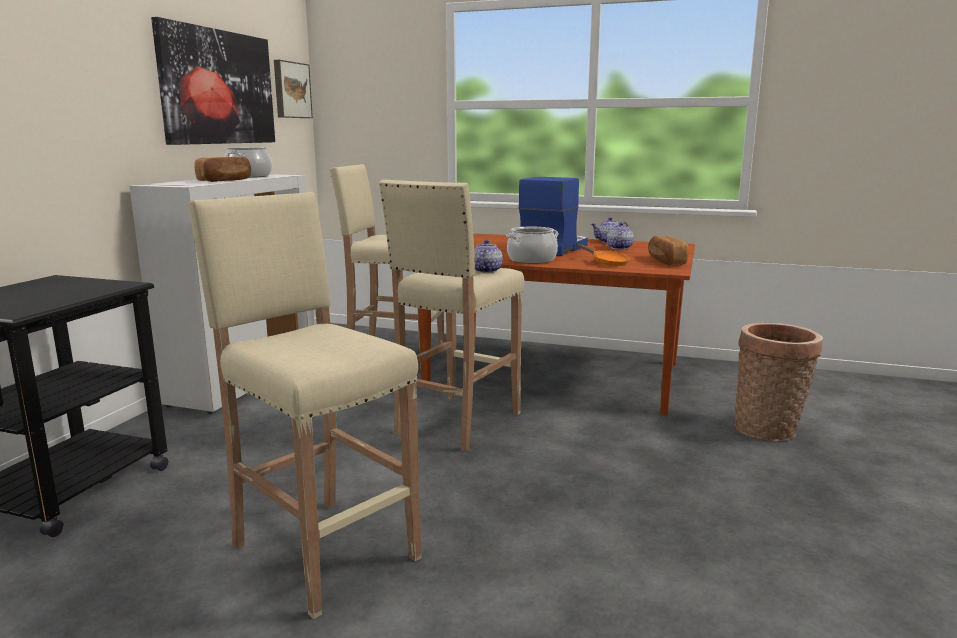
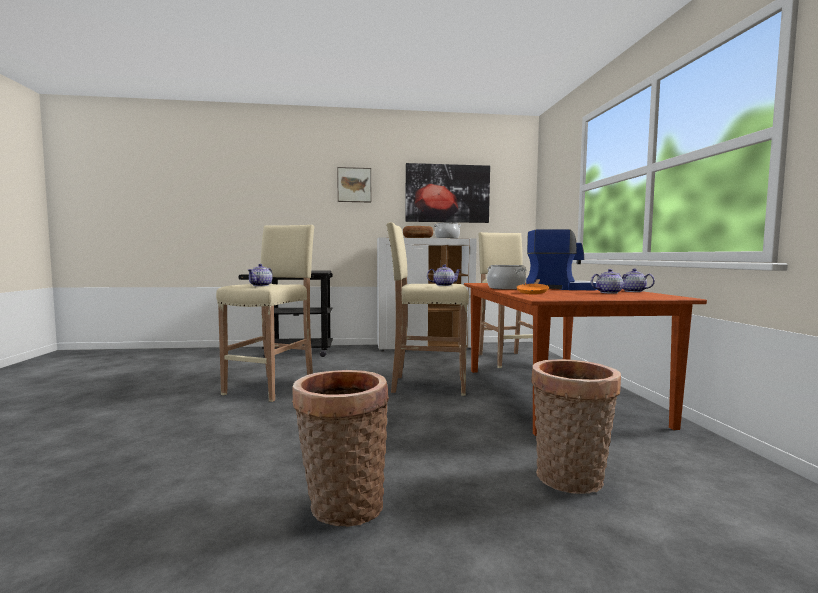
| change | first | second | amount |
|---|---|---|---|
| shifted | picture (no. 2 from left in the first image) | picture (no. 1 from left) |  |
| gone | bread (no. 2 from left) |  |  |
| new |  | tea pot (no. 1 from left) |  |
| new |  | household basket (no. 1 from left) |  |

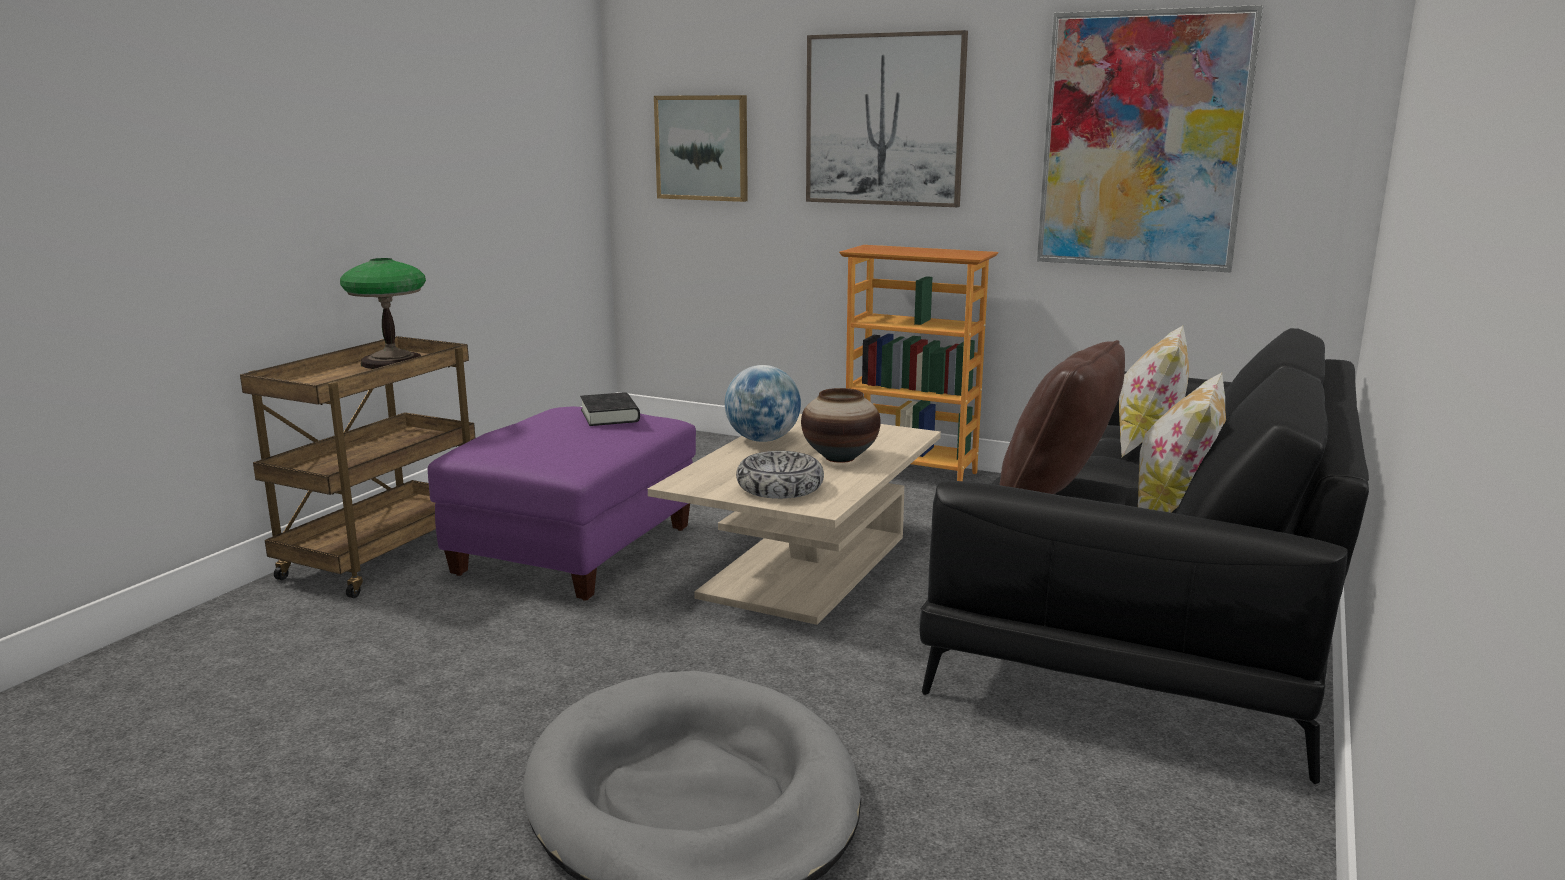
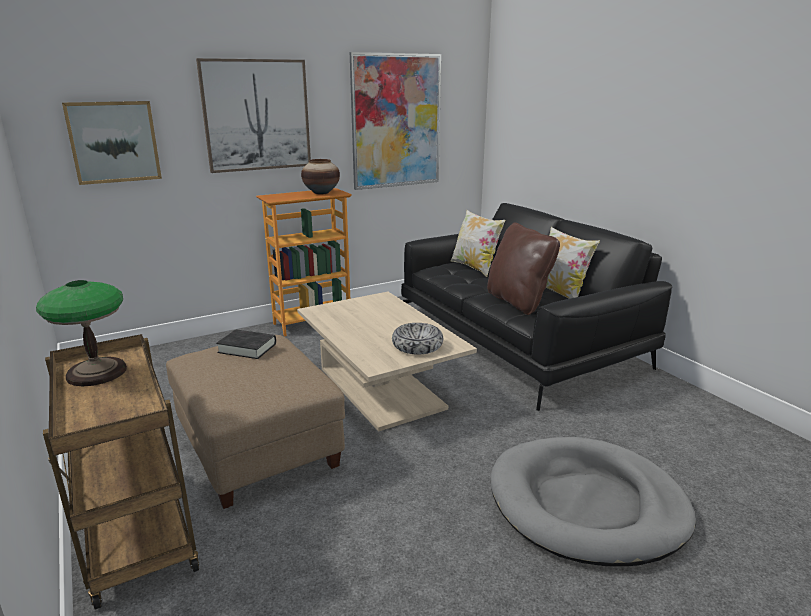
| change | first | second | amount |
|---|---|---|---|
| gone | globe |  |  |
| shifted | decorative vase |  |  |
| repainted | purplish ottoman | beige ottoman |  |

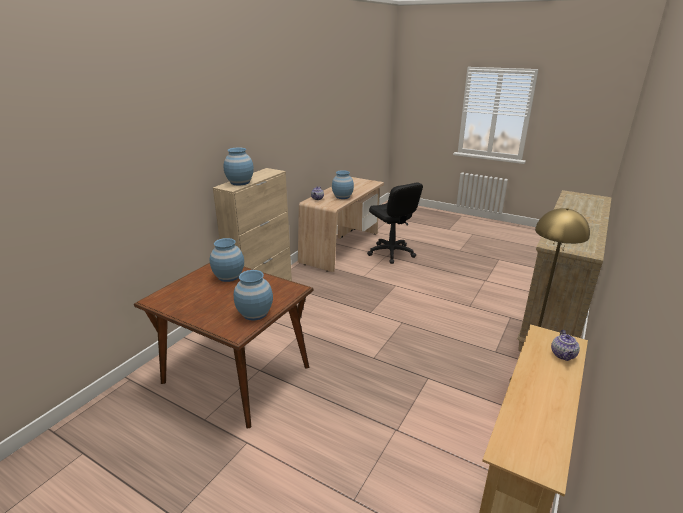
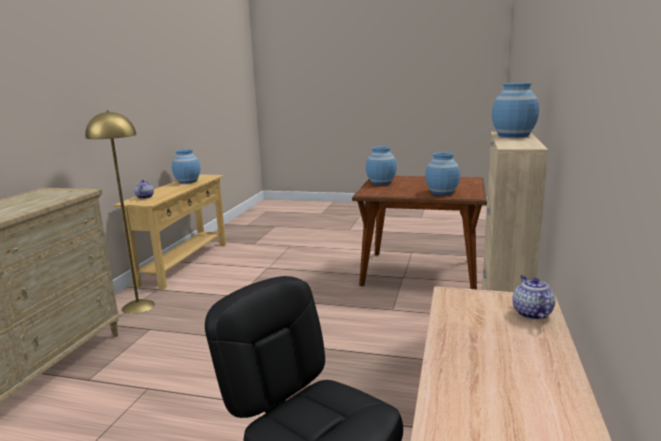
| change | first | second | amount |
|---|---|---|---|
| shifted | bluish decorative vase (no. 4 from left in the first image) | bluish decorative vase (no. 1 from left) |  |

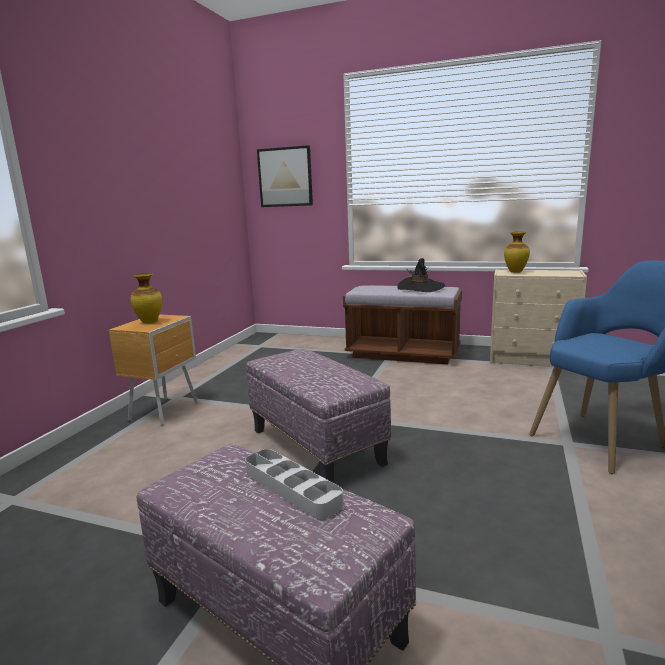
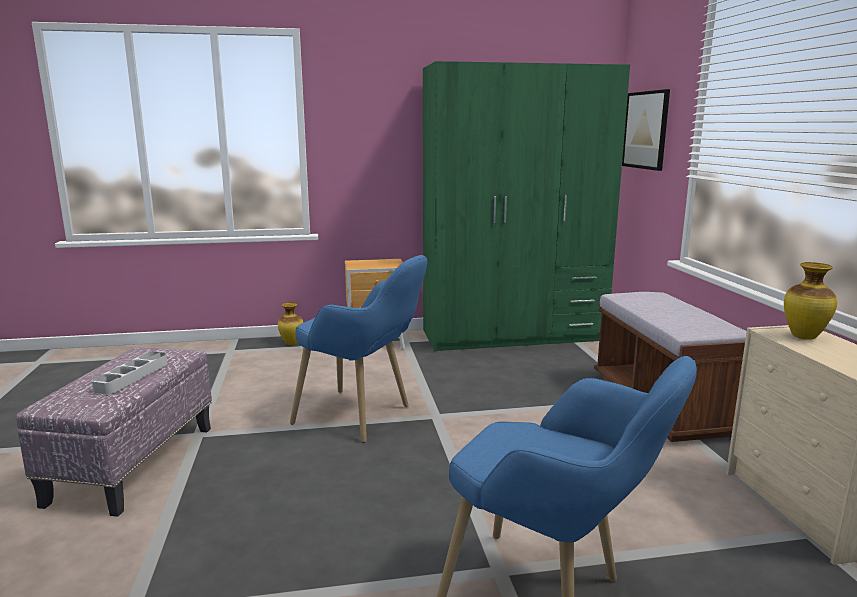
| change | first | second | amount |
|---|---|---|---|
| gone | blackish clothing hat |  |  |
| shifted | decorative vase (no. 1 from left) |  |  |
| swapped | ottoman (no. 2 from left) | bluish lounge chair (no. 1 from left) |  |
| new |  | green clothes cupboard |  |

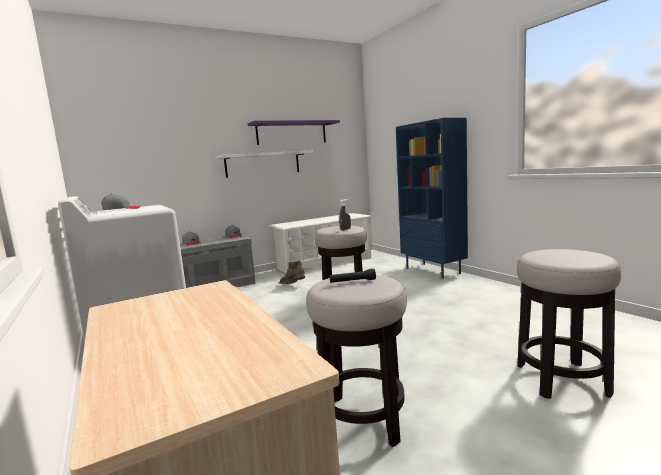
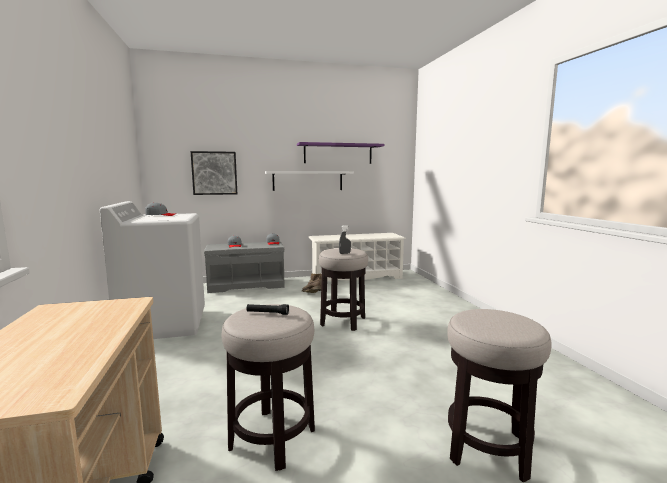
| change | first | second | amount |
|---|---|---|---|
| gone | bluish bookshelf |  |  |
| new |  | picture |  |

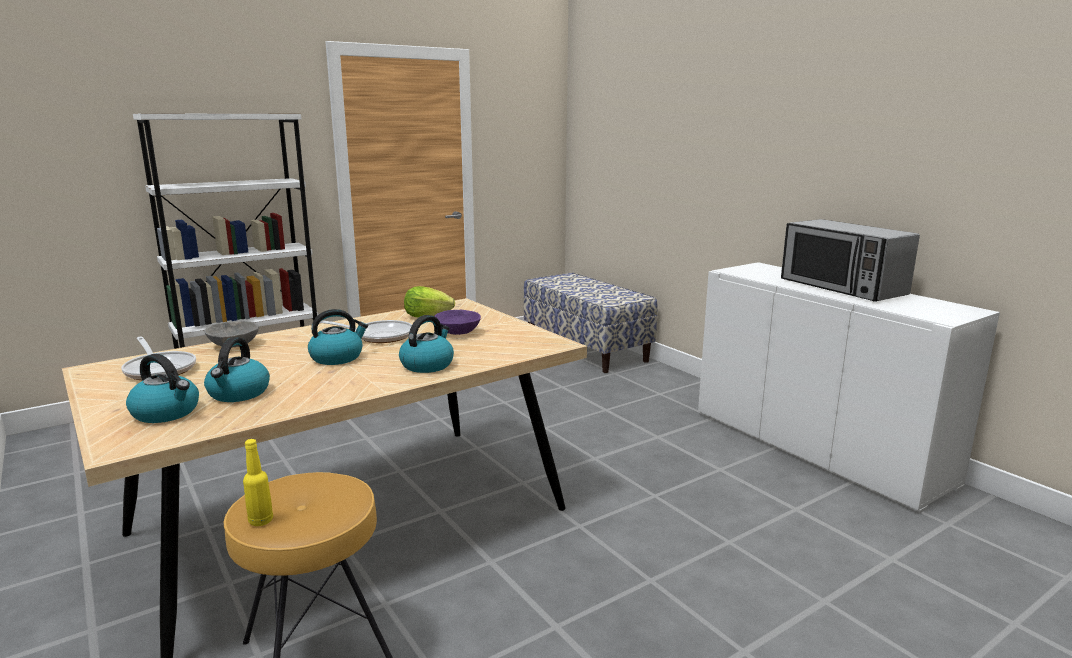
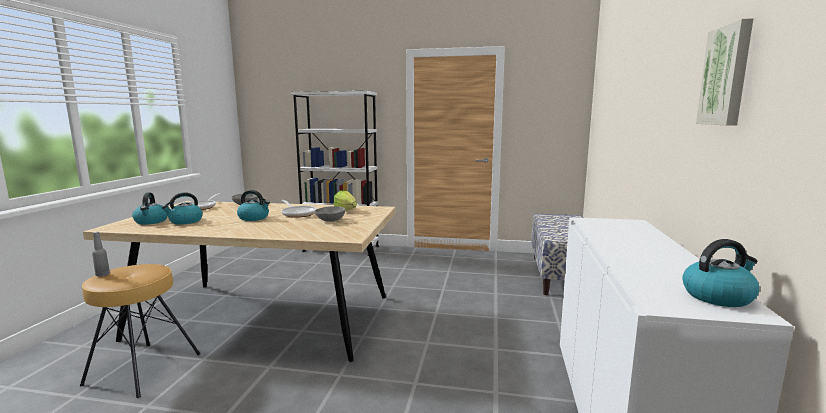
| change | first | second | amount |
|---|---|---|---|
| gone | microwave oven |  |  |
| repainted | purplish deep dish | greyish deep dish (no. 2 from left) |  |
| shifted | kettle (no. 4 from left) |  |  |
| repainted | yellowish bottle | greyish bottle |  |
| new |  | picture |  |

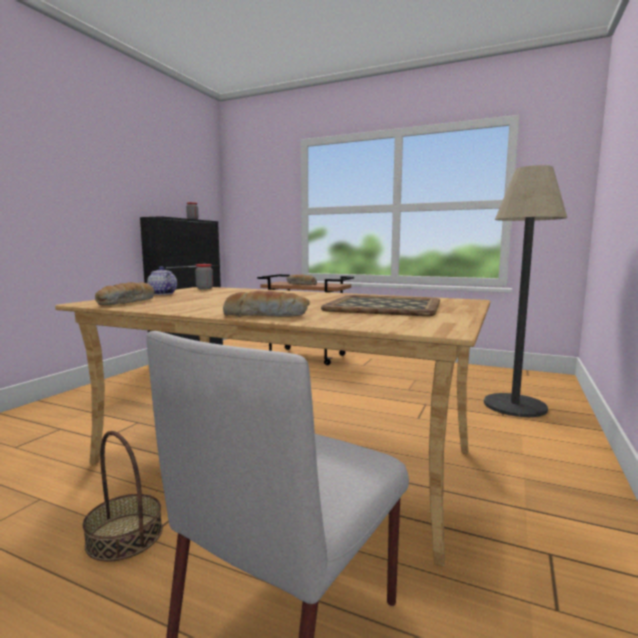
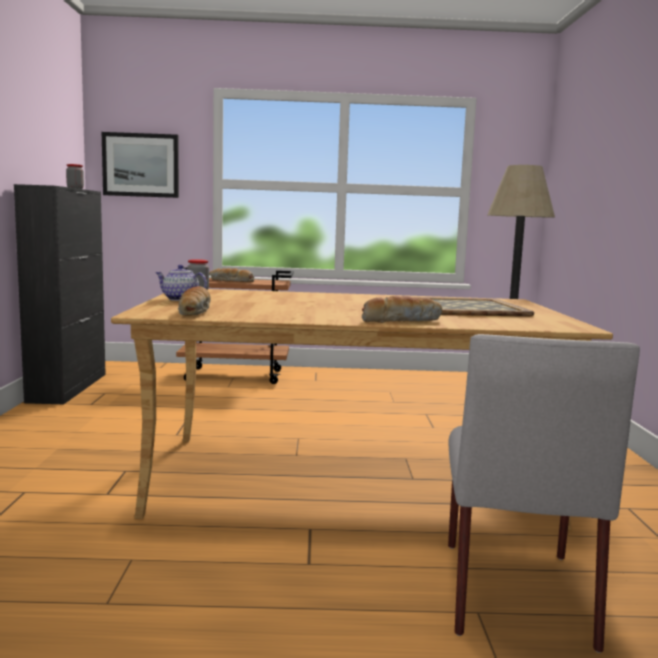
| change | first | second | amount |
|---|---|---|---|
| gone | household basket |  |  |
| new |  | picture |  |

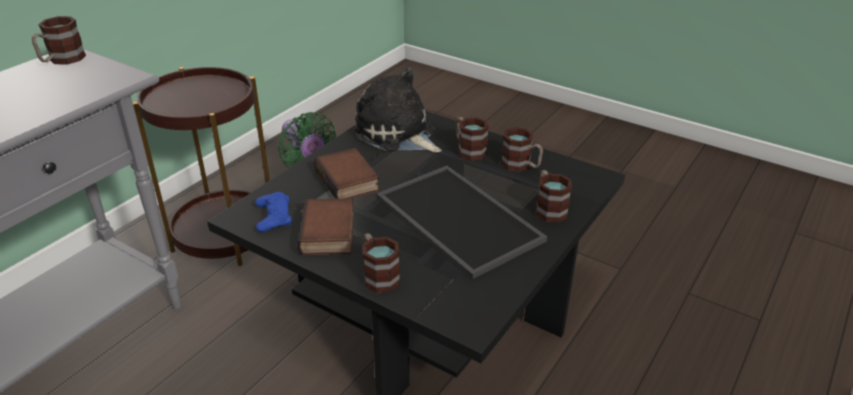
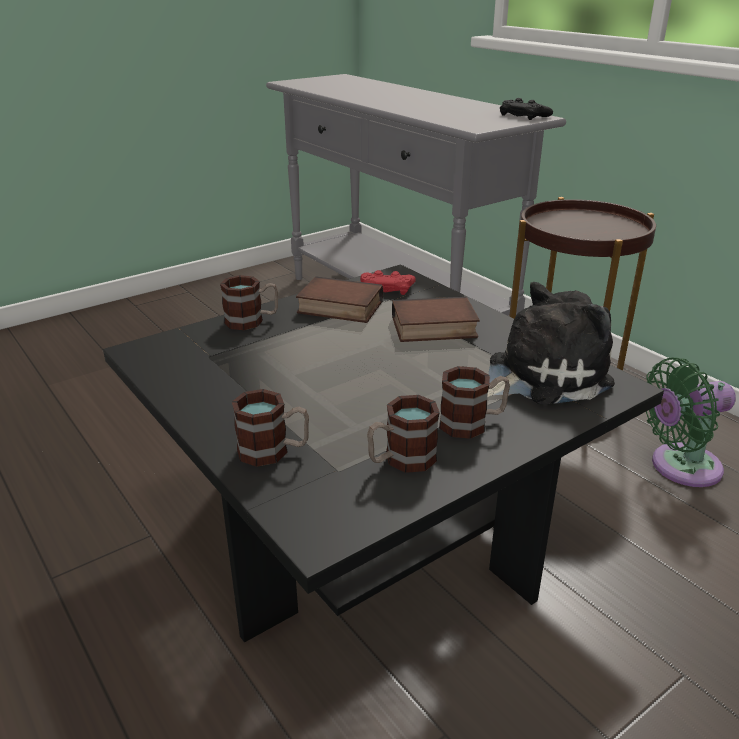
| change | first | second | amount |
|---|---|---|---|
| swapped | mug (no. 1 from left) | blackish joypad |  |
| gone | carrying tray |  |  |
| repainted | bluish joypad | red-coloured joypad |  |

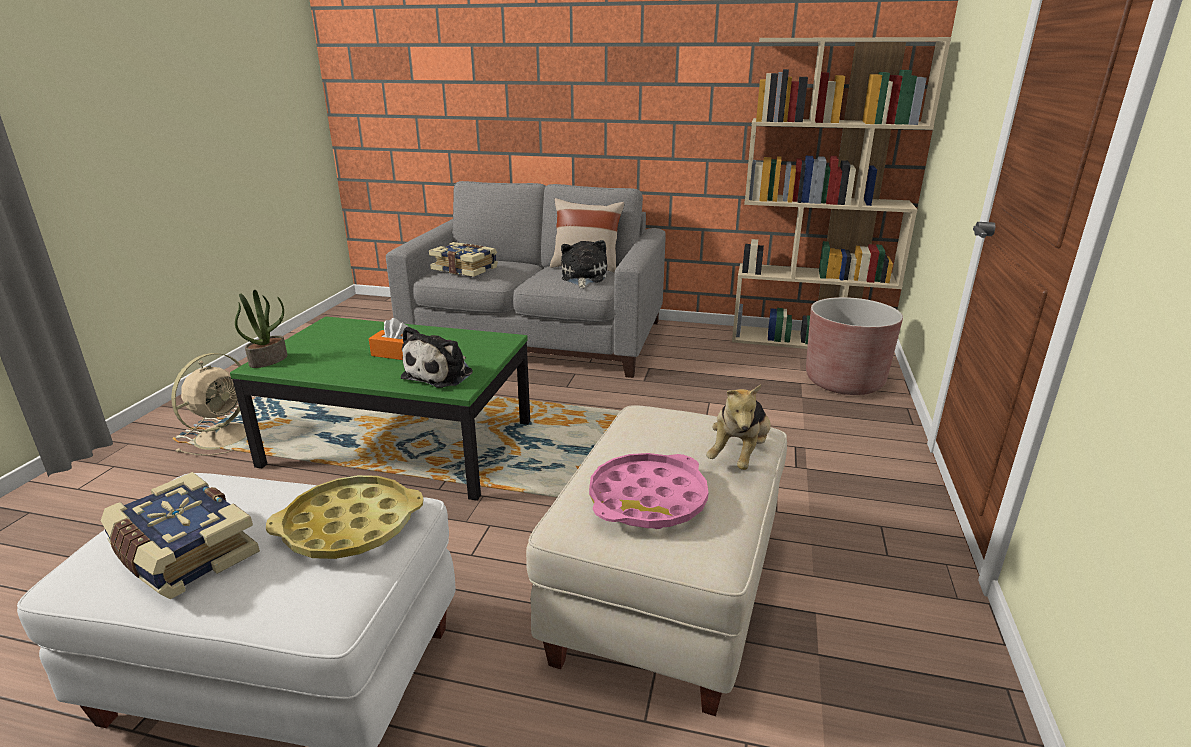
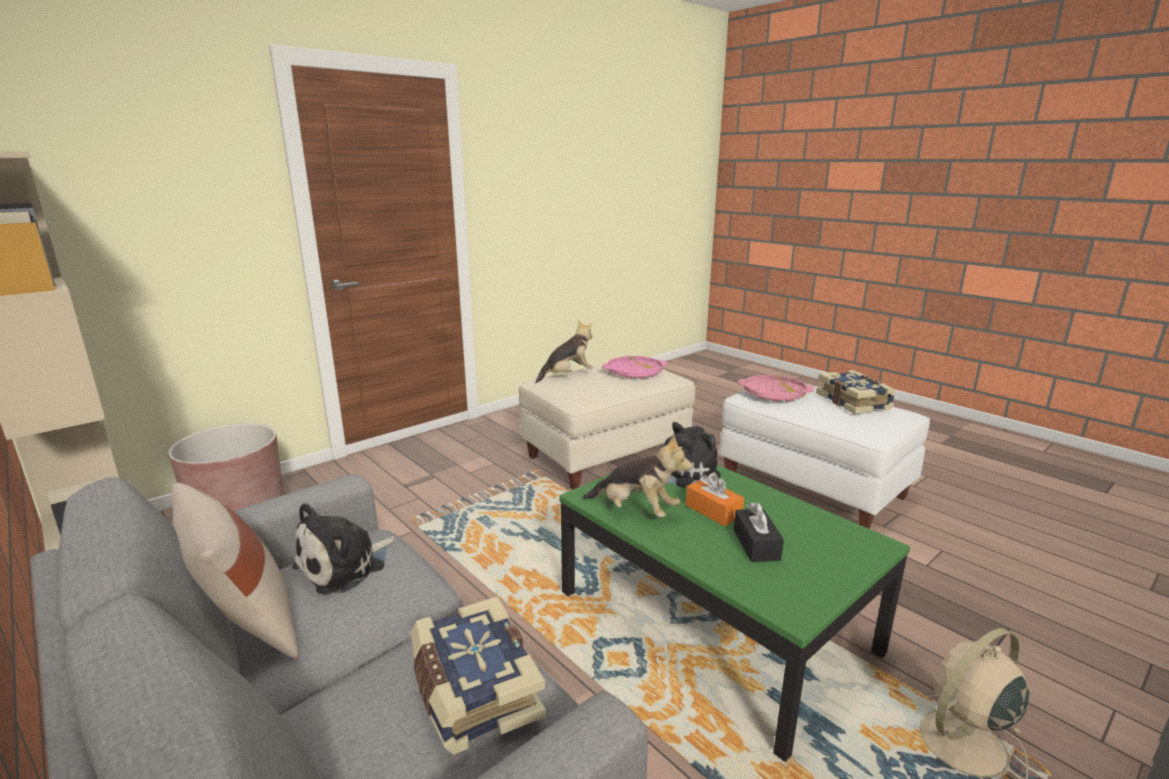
| change | first | second | amount |
|---|---|---|---|
| gone | potted plant |  |  |
| repainted | yellowish carrying tray | pink carrying tray (no. 2 from left) |  |
| new |  | cuddly toy (no. 3 from left) |  |
| new |  | blackish tissue holder |  |

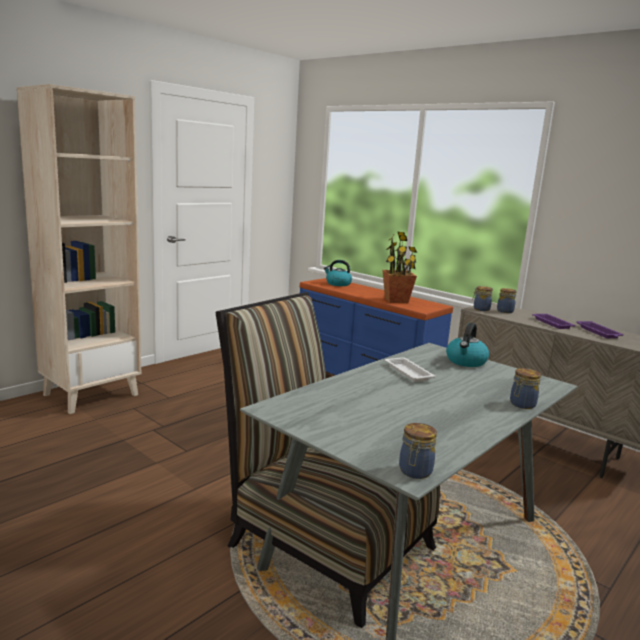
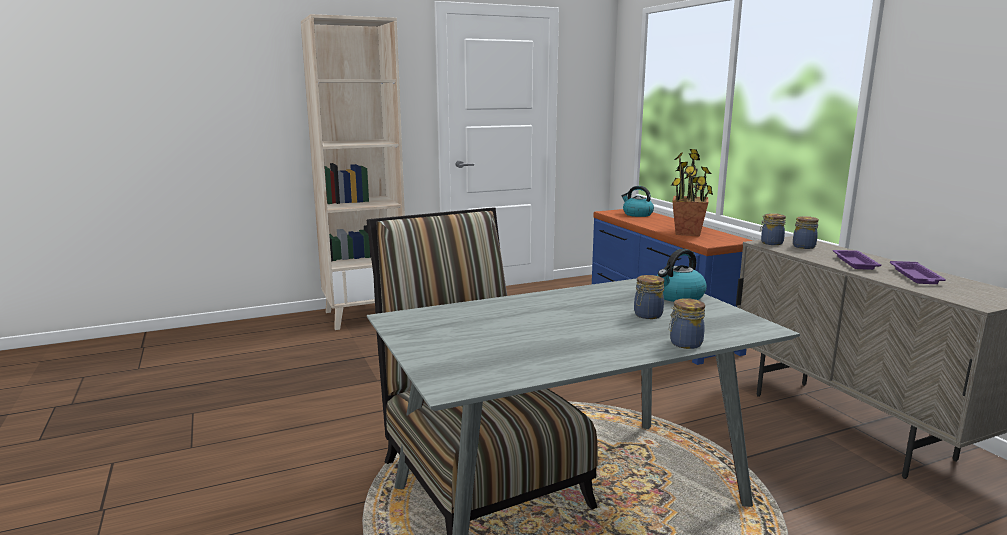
| change | first | second | amount |
|---|---|---|---|
| gone | white carrying tray |  |  |
| shifted | preserve jar (no. 1 from left) |  |  |

